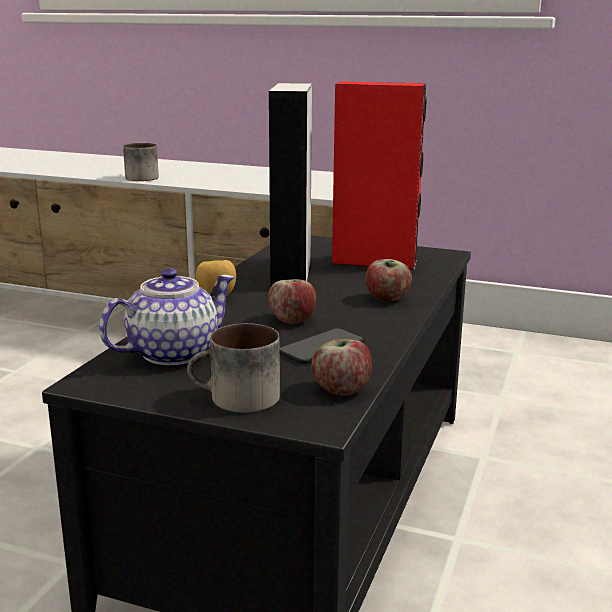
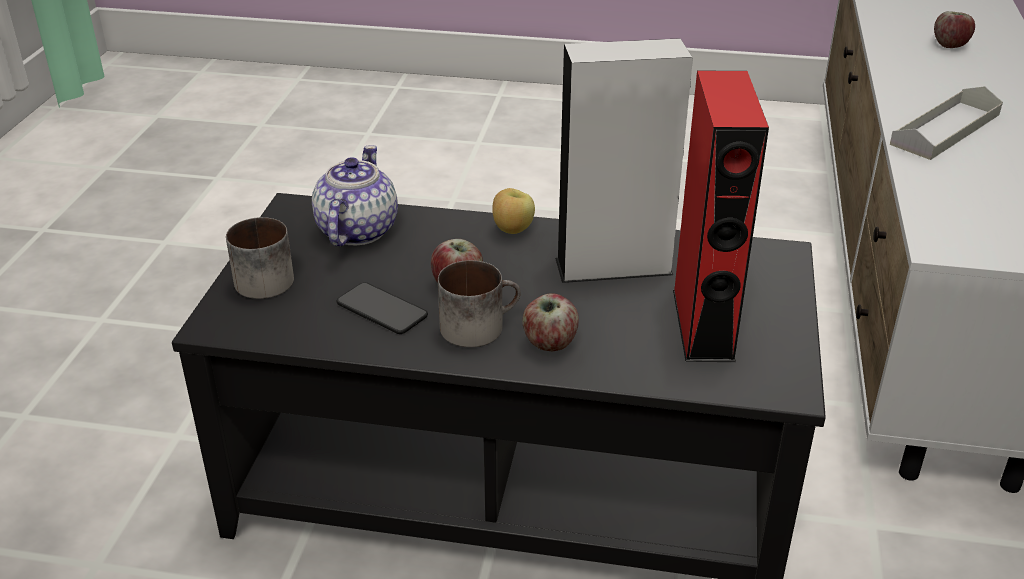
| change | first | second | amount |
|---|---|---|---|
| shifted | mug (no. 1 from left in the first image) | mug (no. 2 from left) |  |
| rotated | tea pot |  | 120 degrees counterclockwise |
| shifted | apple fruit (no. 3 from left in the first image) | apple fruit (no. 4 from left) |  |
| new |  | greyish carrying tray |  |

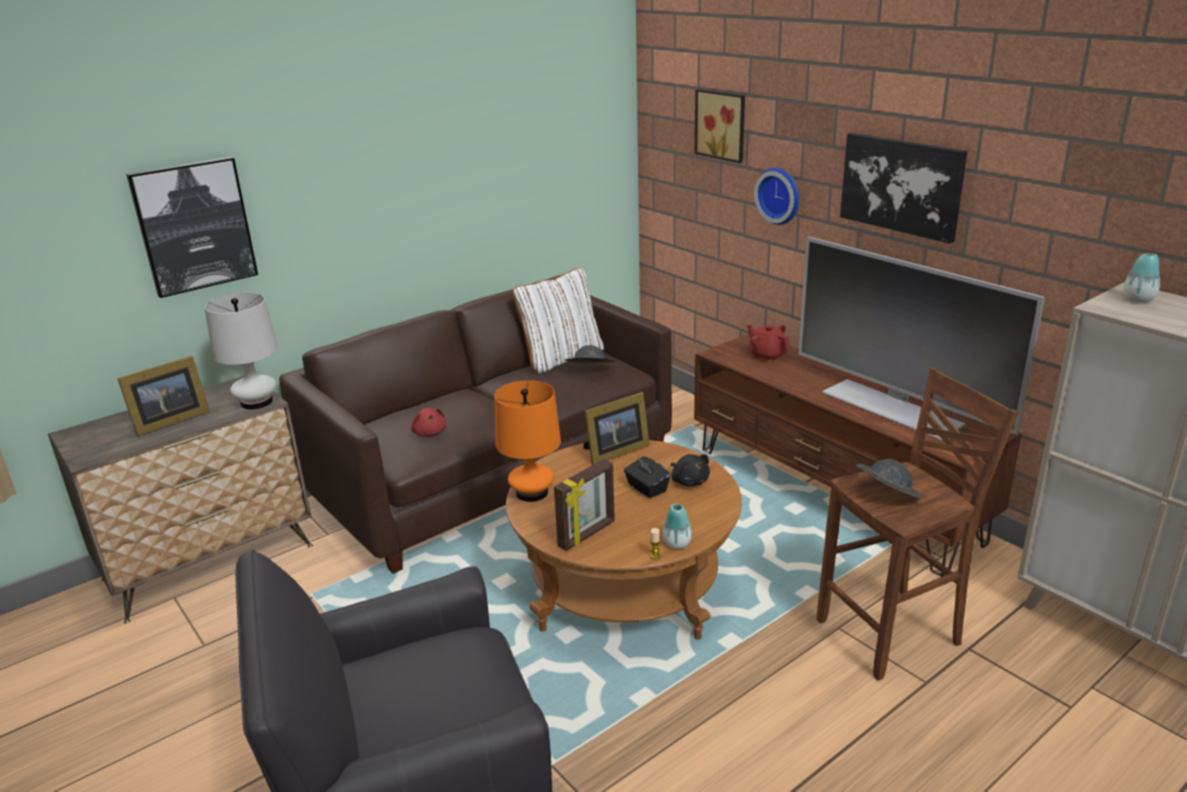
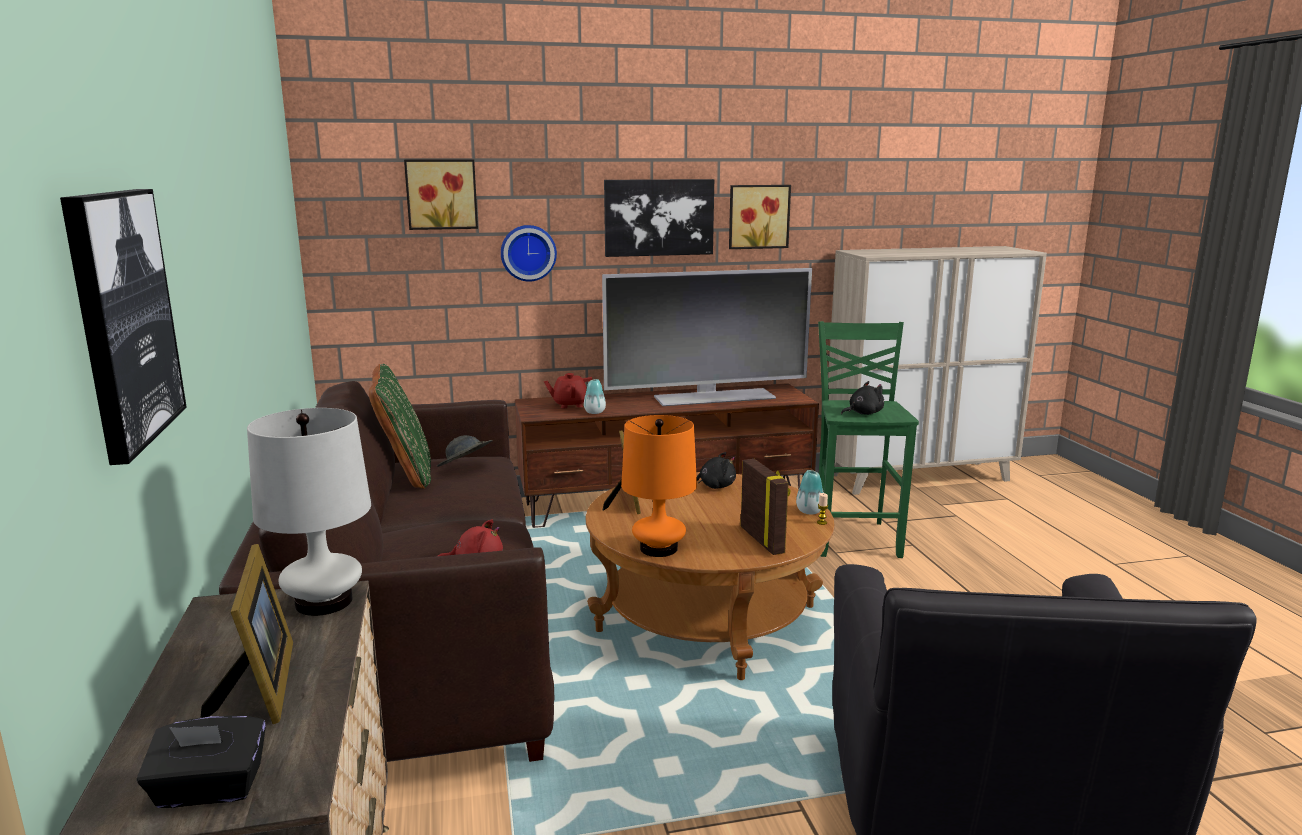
| change | first | second | amount |
|---|---|---|---|
| shifted | decorative vase (no. 2 from left in the first image) | decorative vase (no. 1 from left) |  |
| repainted | white cushion | green cushion |  |
| repainted | brown-coloured sitting stool | green sitting stool |  |
| shifted | blackish tissue holder |  |  |
| swapped | greyish clothing hat (no. 2 from left) | blackish cuddly toy (no. 2 from left) |  |
| new |  | picture (no. 4 from left) |  |

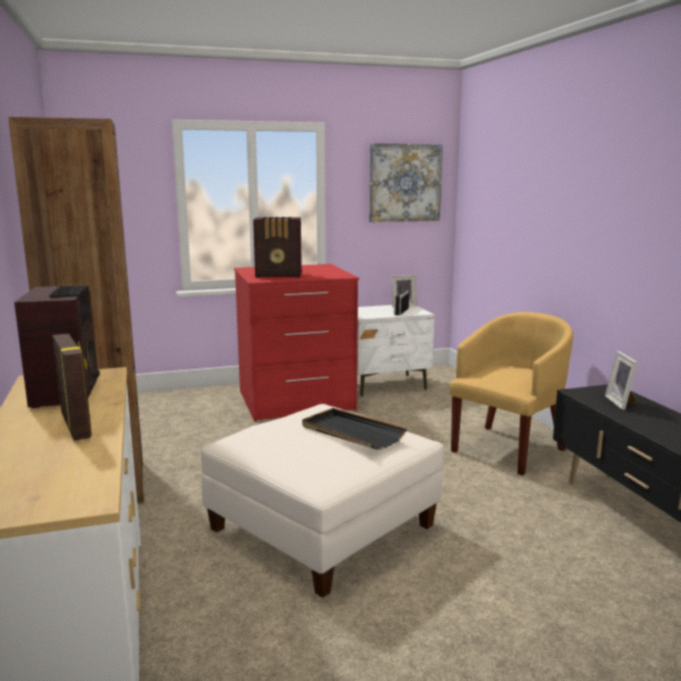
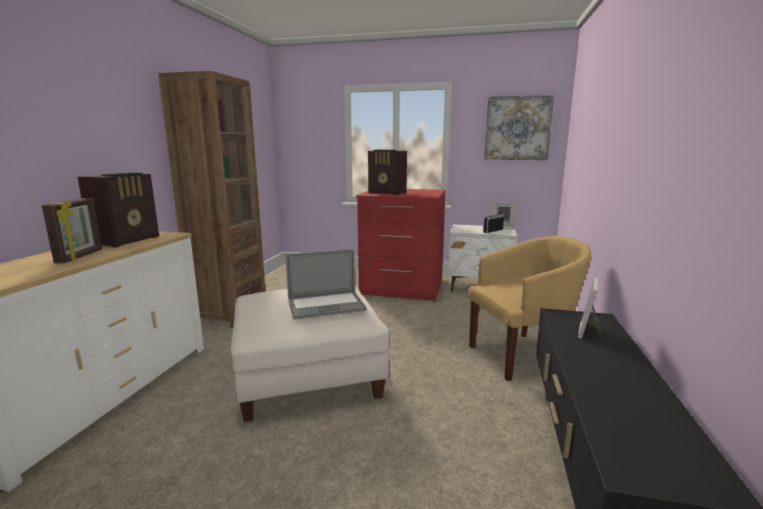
| change | first | second | amount |
|---|---|---|---|
| swapped | blackish carrying tray | portable computer |  |

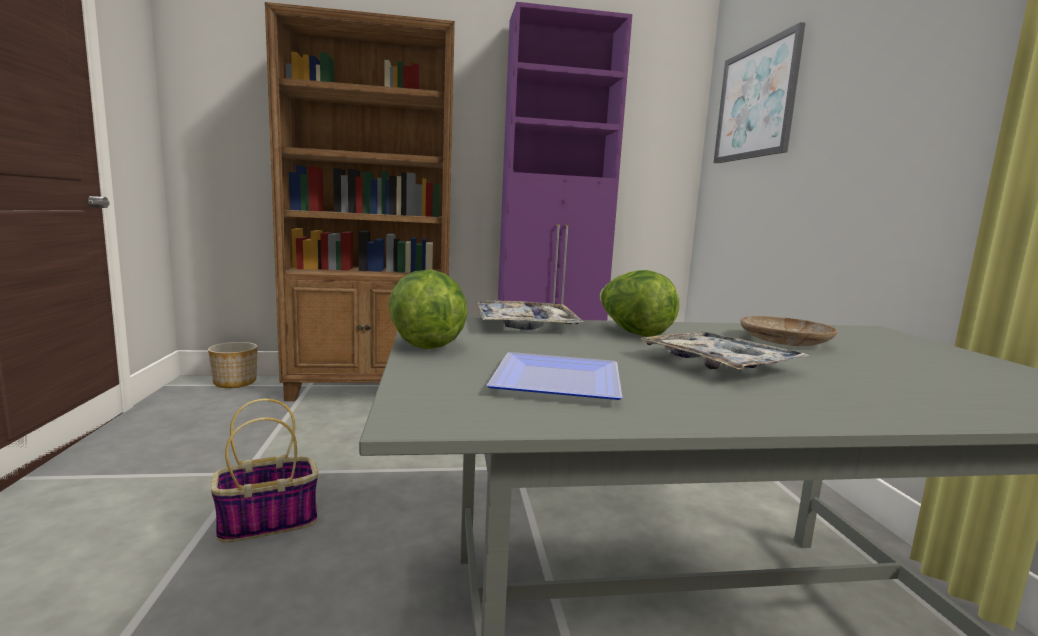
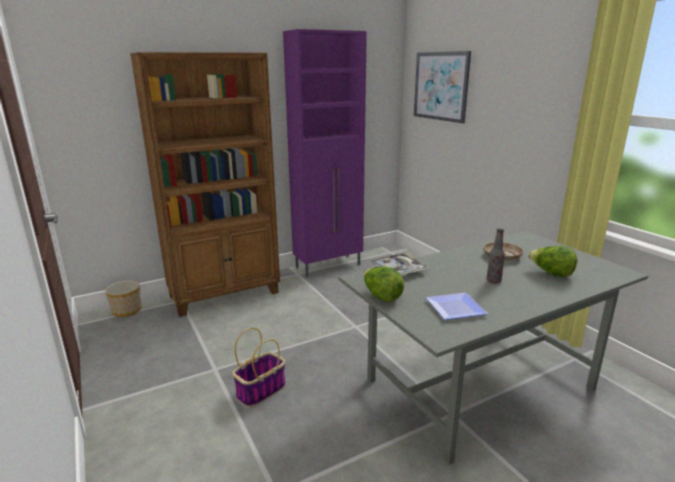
| change | first | second | amount |
|---|---|---|---|
| shifted | head of lettuce (no. 2 from left) |  |  |
| swapped | carrying tray (no. 2 from left) | bottle |  |

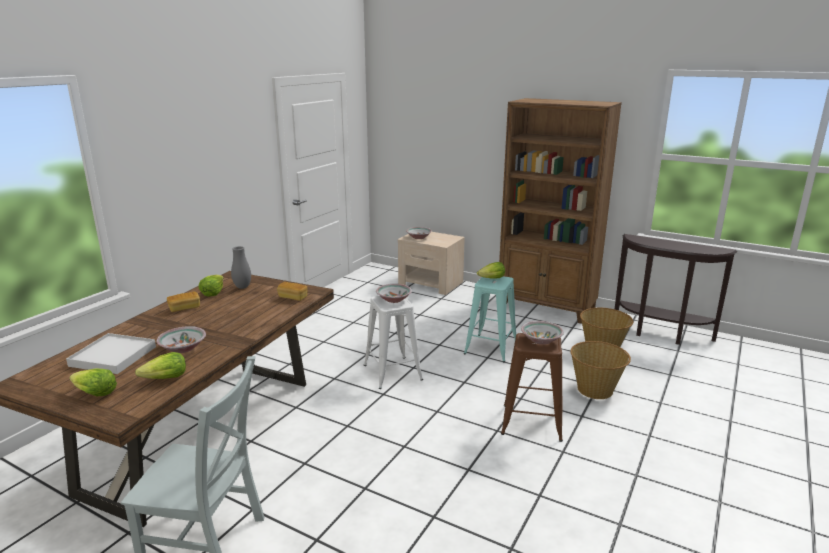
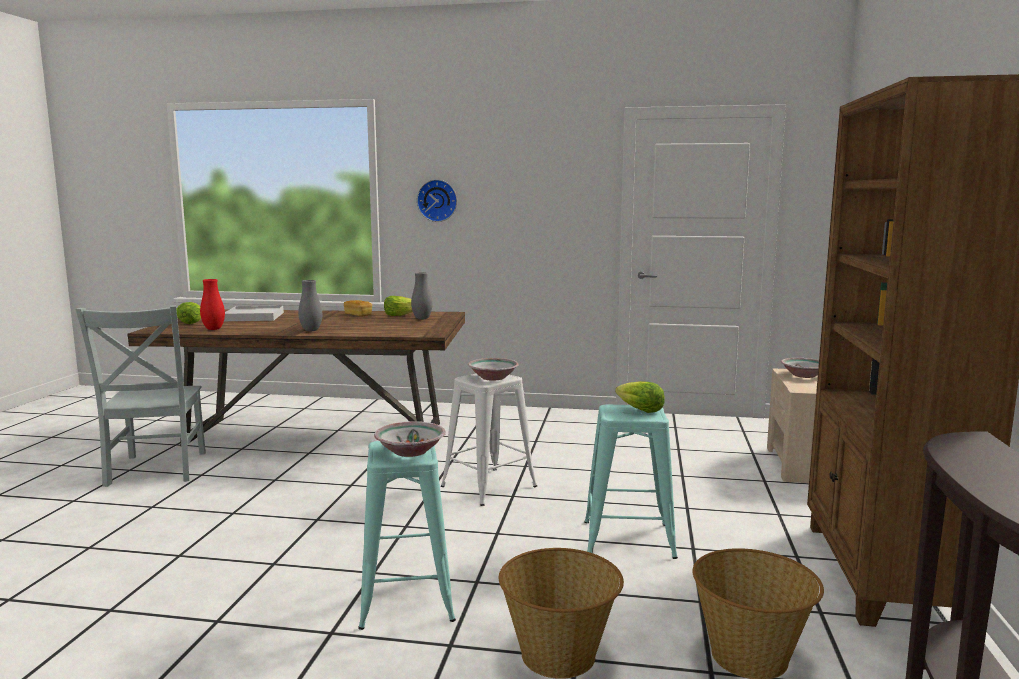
| change | first | second | amount |
|---|---|---|---|
| gone | bread (no. 2 from left) |  |  |
| gone | deep dish (no. 1 from left) |  |  |
| repainted | brown-coloured sitting stool | blue-green sitting stool (no. 1 from left) |  |
| swapped | head of lettuce (no. 2 from left) | red-coloured decorative vase |  |
| new |  | wall clock |  |
| new |  | greyish decorative vase (no. 1 from left) |  |

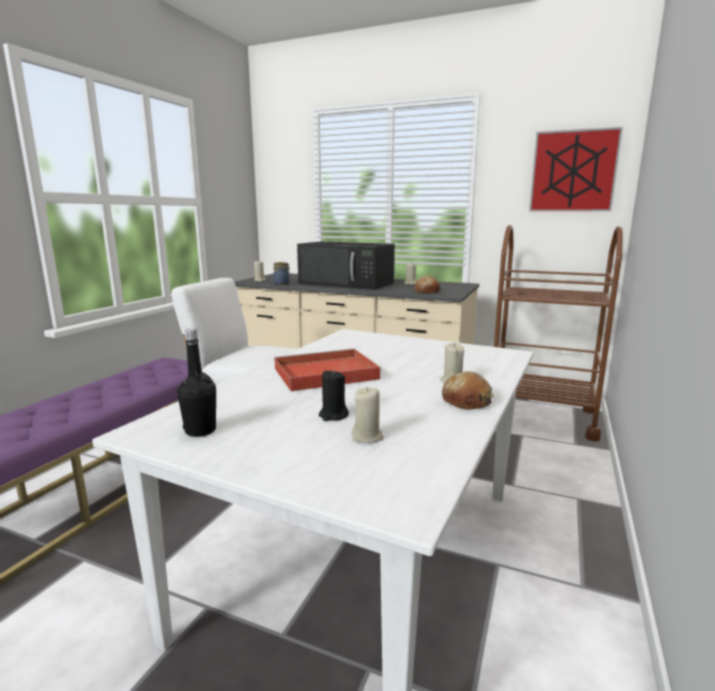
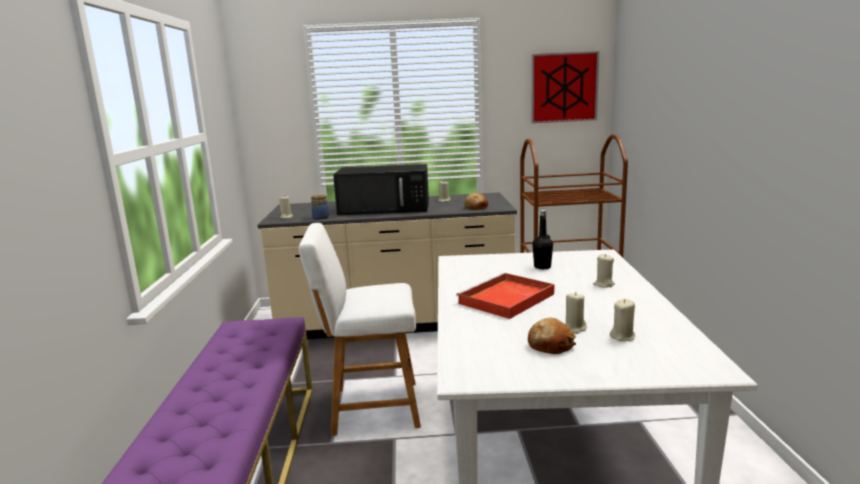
| change | first | second | amount |
|---|---|---|---|
| shifted | blackish bottle |  |  |
| repainted | blackish wax light | beige wax light (no. 3 from left) |  |
| shifted | bread (no. 2 from left) |  |  |

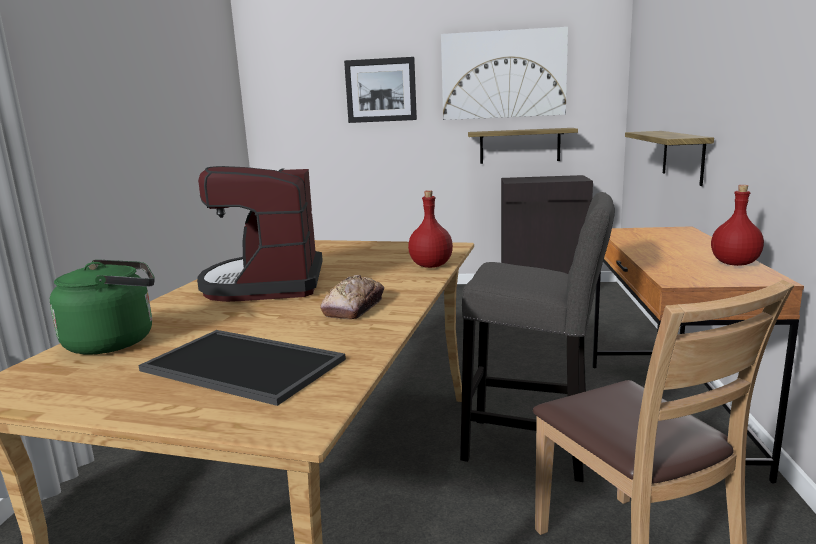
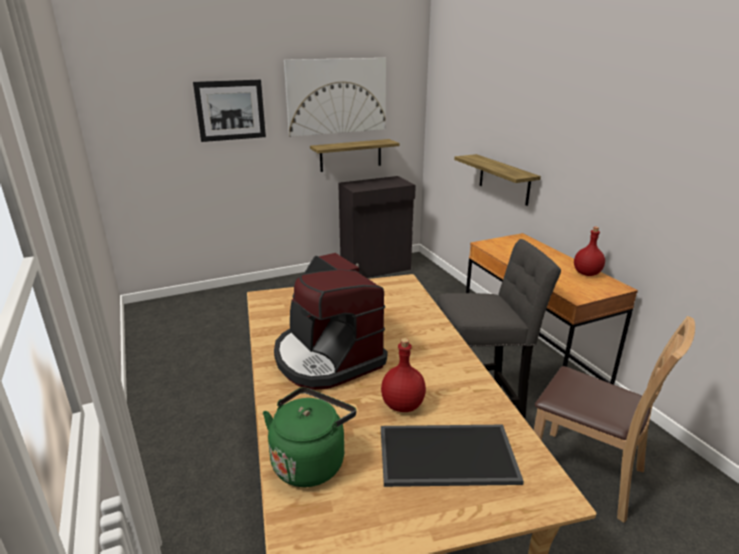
| change | first | second | amount |
|---|---|---|---|
| shifted | red-coloured bottle (no. 1 from left) |  |  |
| gone | bread |  |  |

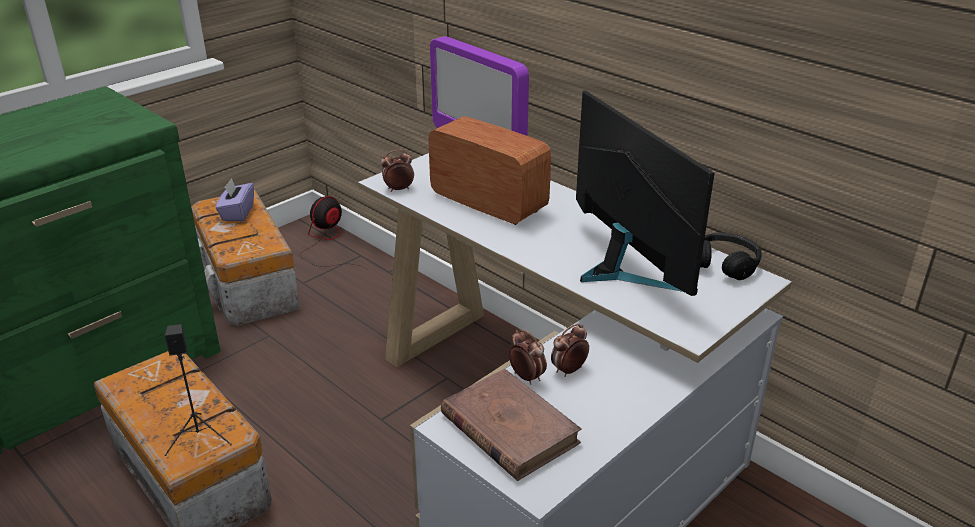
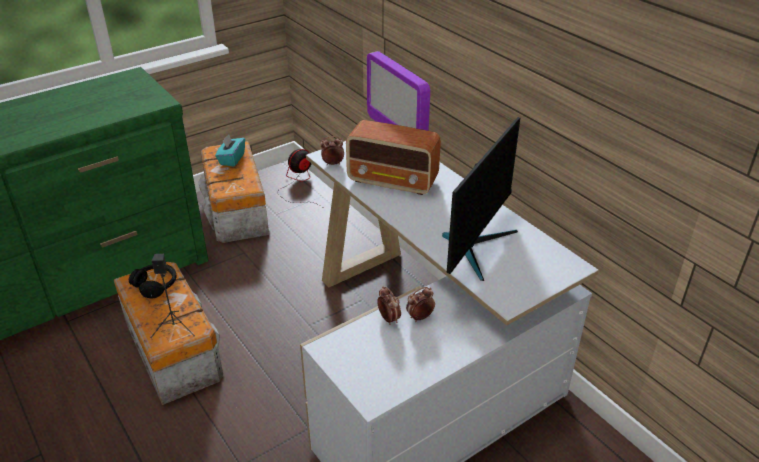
| change | first | second | amount |
|---|---|---|---|
| rotated | computer display (no. 2 from left) |  | 45 degrees clockwise |
| rotated | radio |  | 150 degrees clockwise |
| repainted | purplish tissue holder | blue-green tissue holder |  |
| shifted | blackish headset |  |  |
| gone | brown-coloured bound book |  |  |

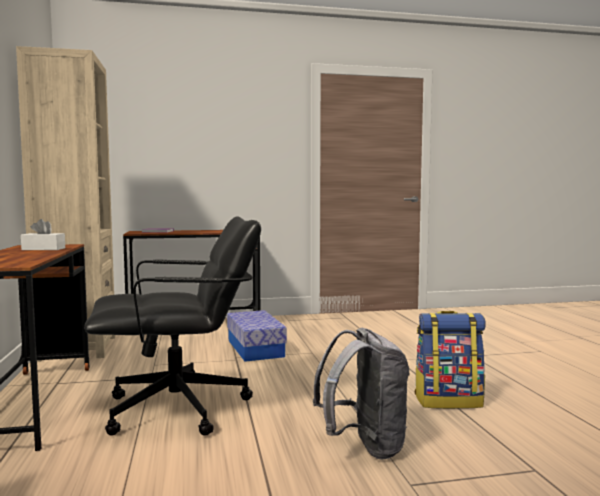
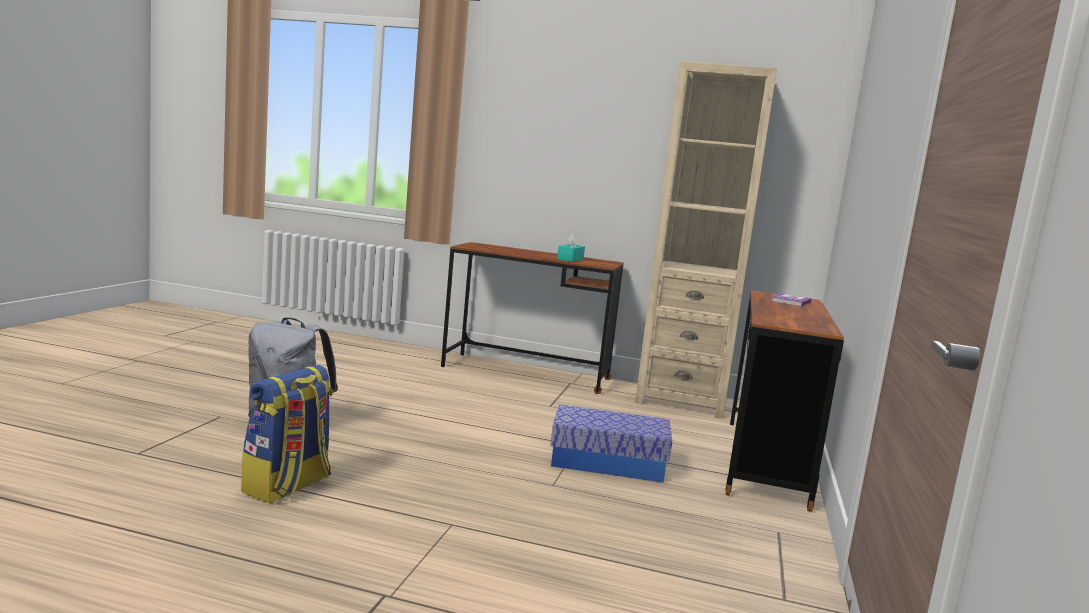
| change | first | second | amount |
|---|---|---|---|
| gone | blackish office chair |  |  |
| repainted | white tissue holder | blue-green tissue holder |  |

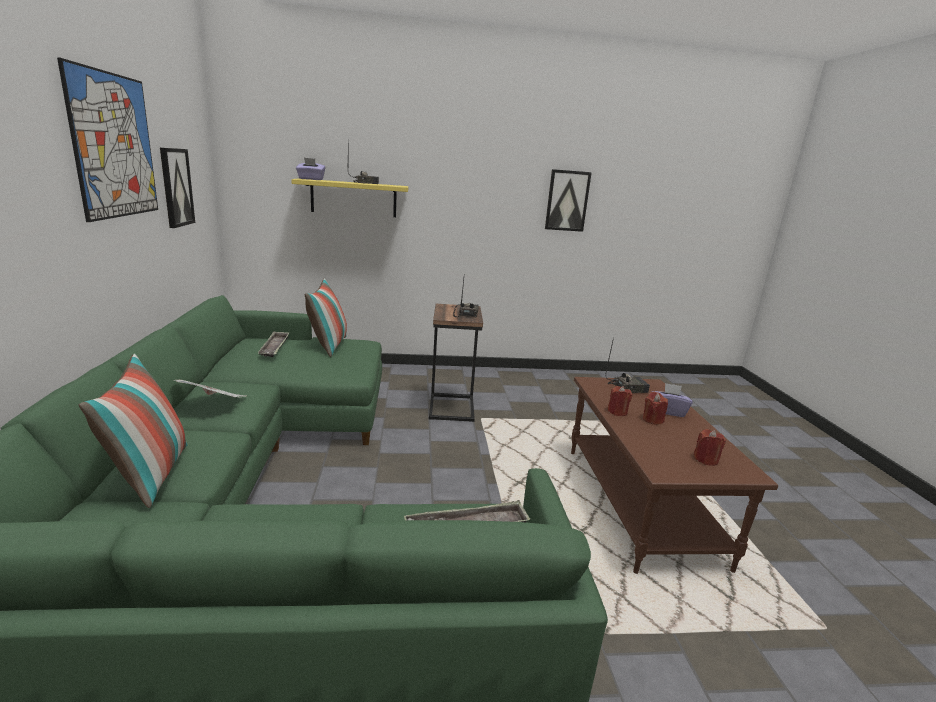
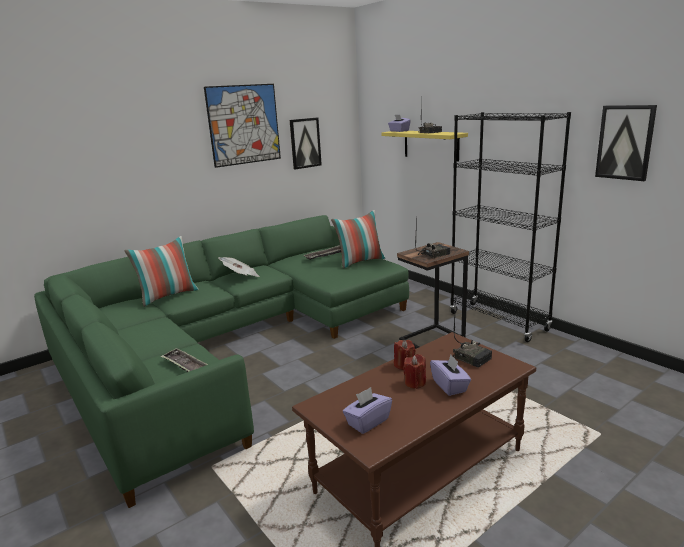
| change | first | second | amount |
|---|---|---|---|
| swapped | red-coloured wax light (no. 3 from left) | purplish tissue holder (no. 1 from left) |  |
| new |  | blackish bookshelf |  |

